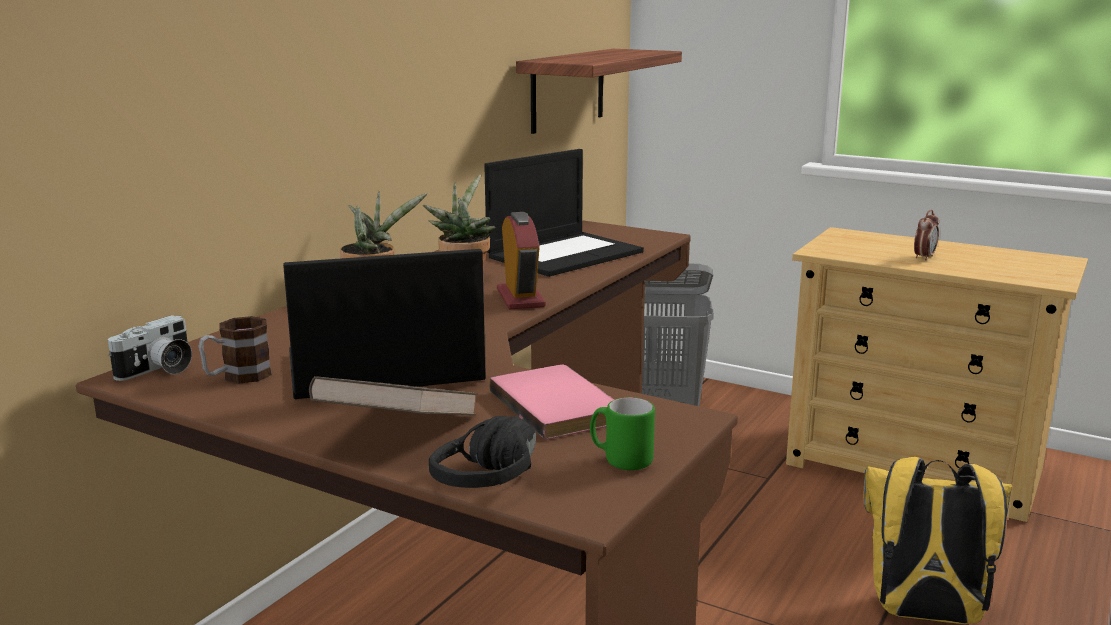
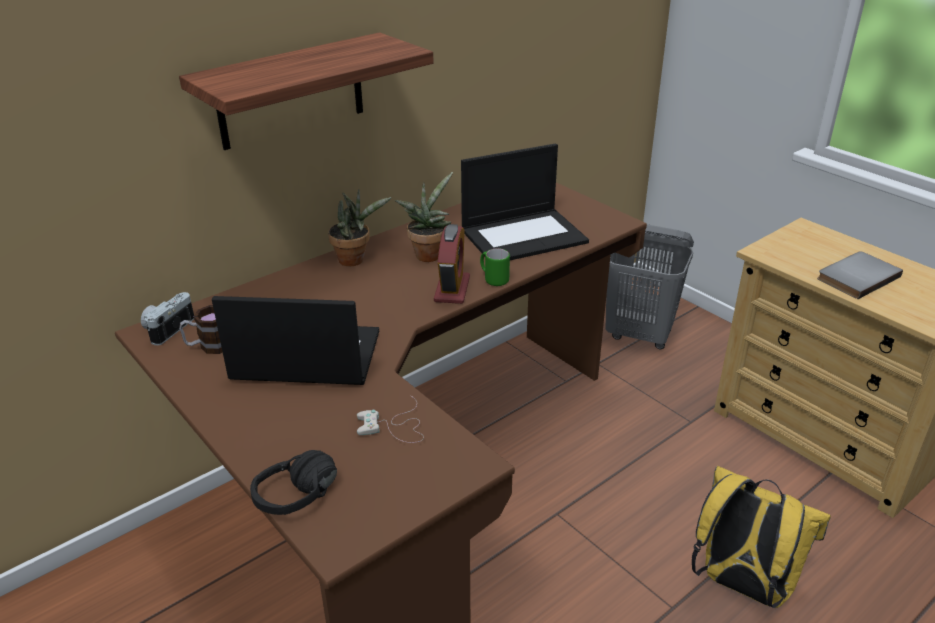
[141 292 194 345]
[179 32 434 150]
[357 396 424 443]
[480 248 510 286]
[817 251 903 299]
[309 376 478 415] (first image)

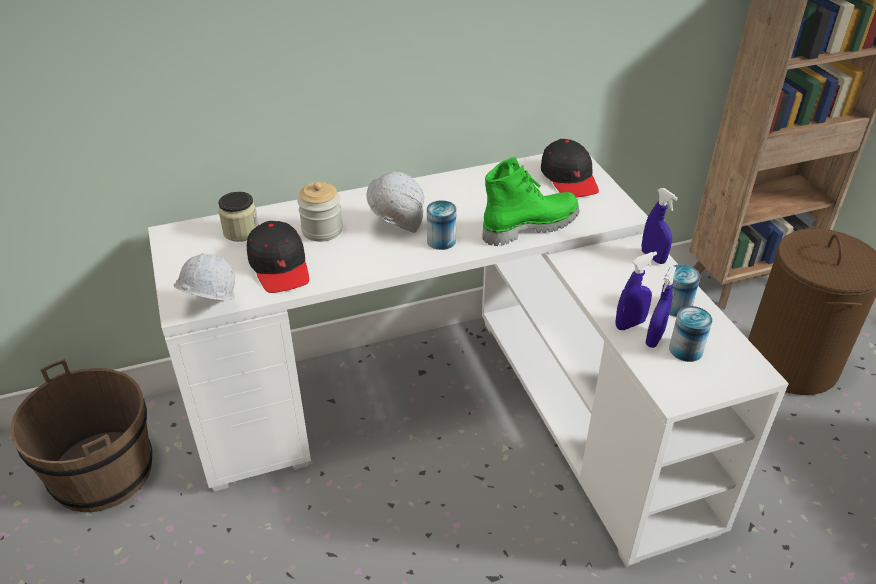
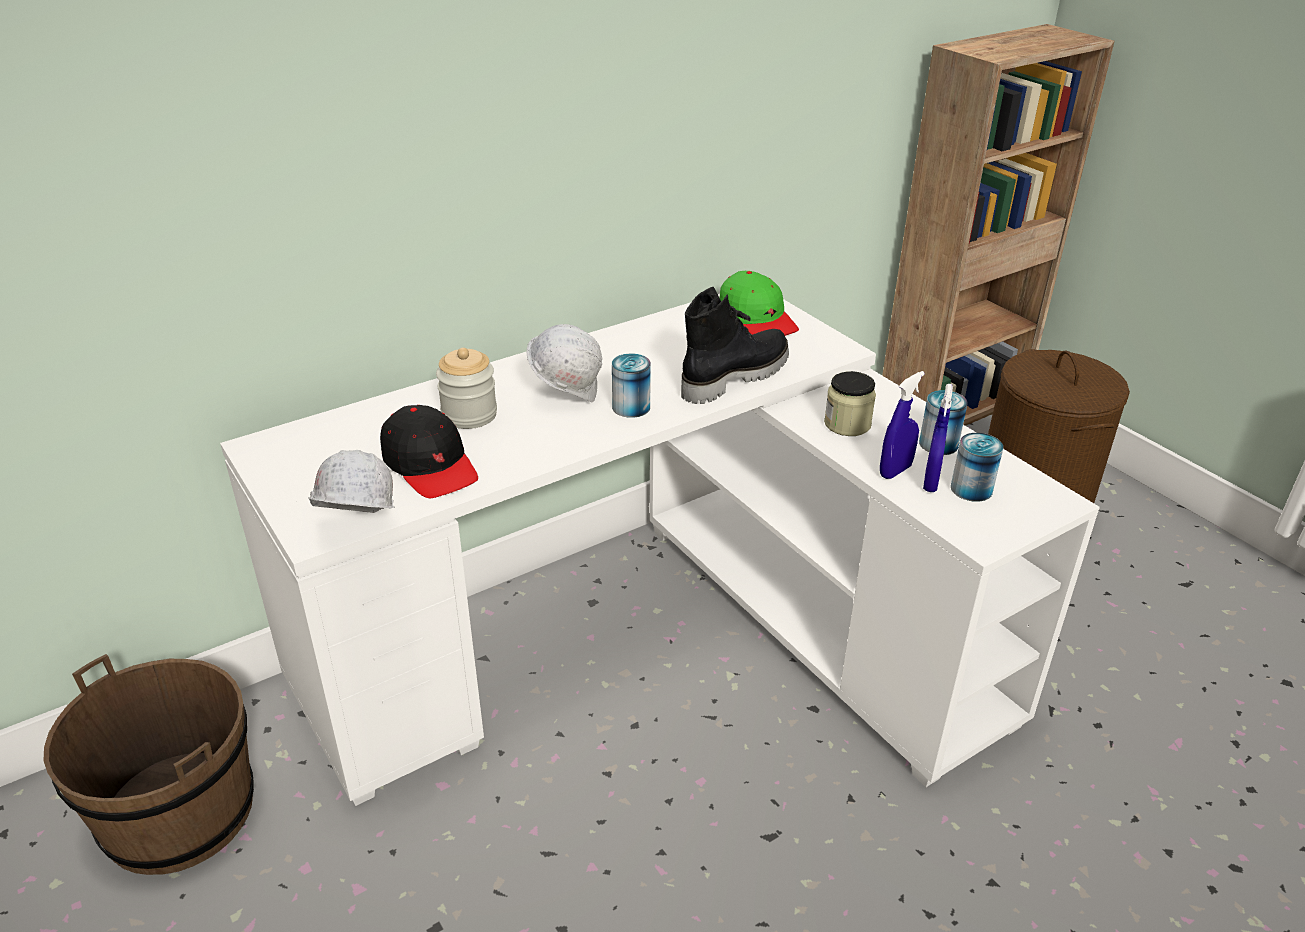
[681 287 789 404]
[720 271 799 336]
[824 371 876 436]
[642 188 678 264] (first image)

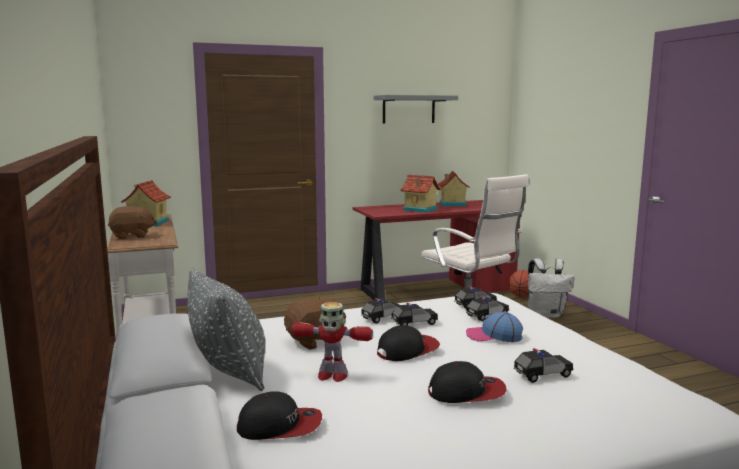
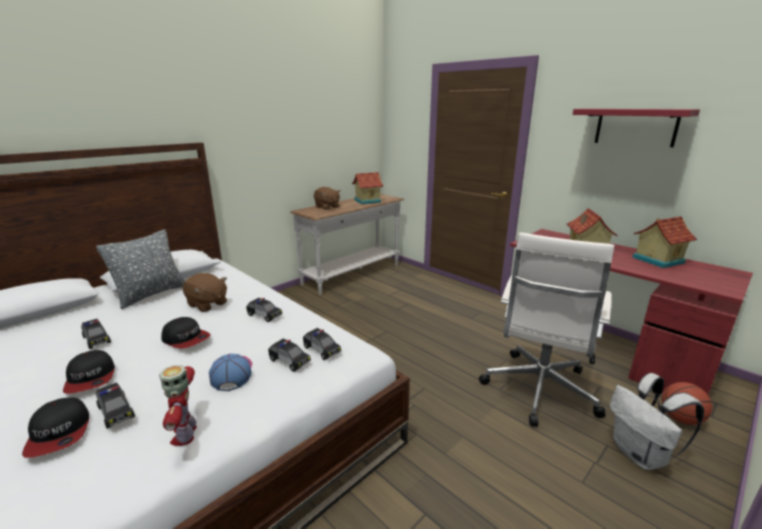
[22 397 89 458]
[81 319 111 349]
[159 365 197 446]
[573 109 700 147]

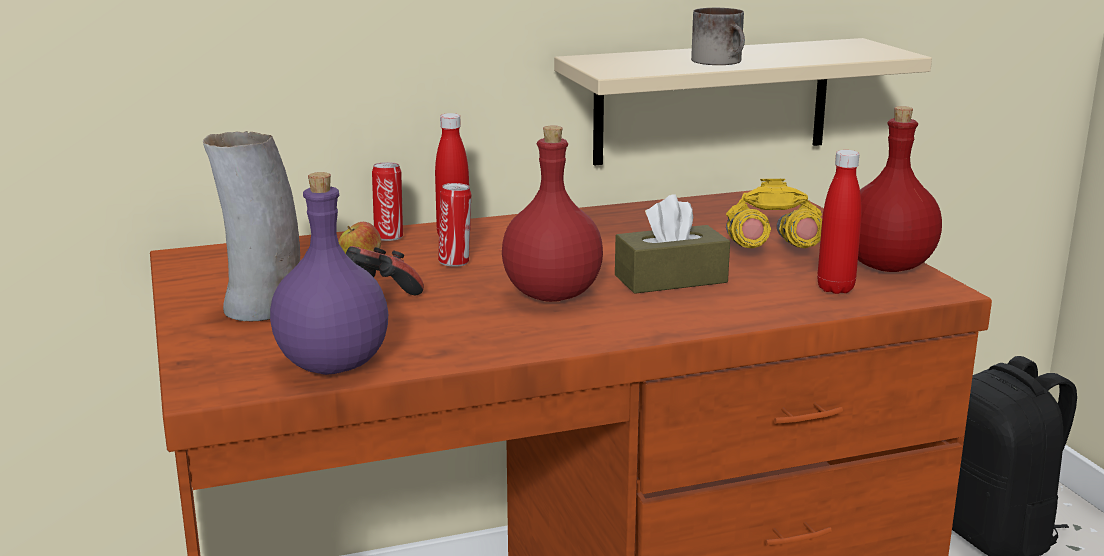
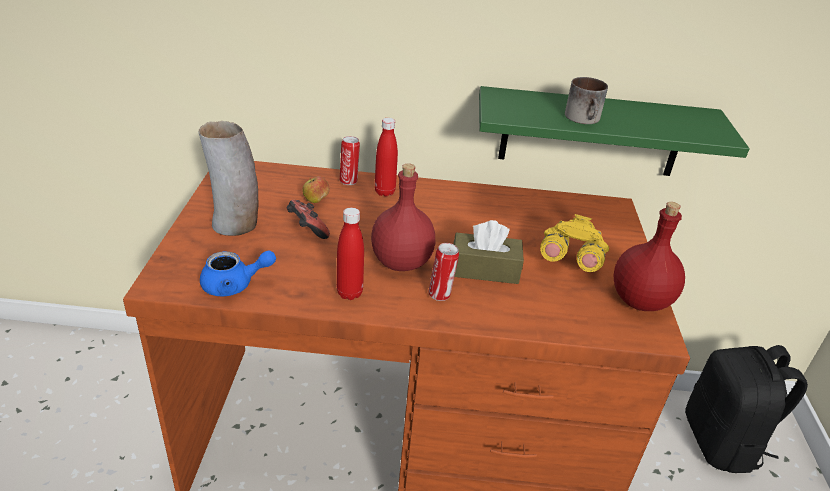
[200 250 276 296]
[337 208 364 300]
[428 243 459 301]
[479 86 750 176]

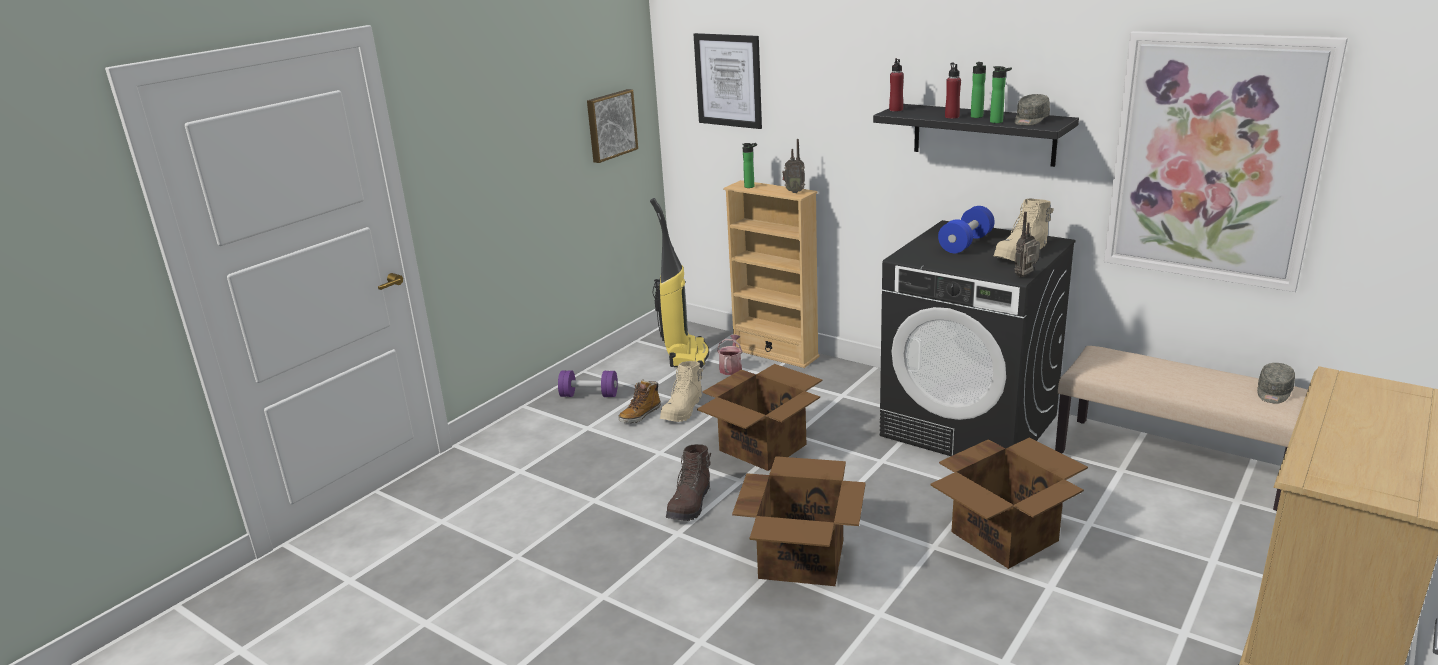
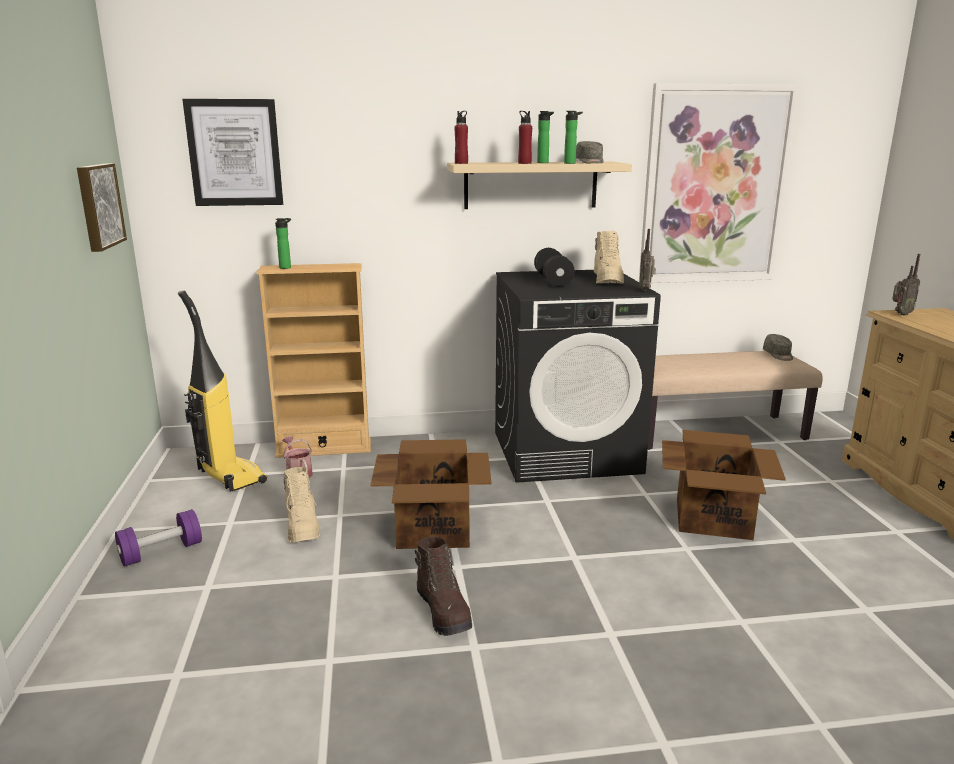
[447 162 632 209]
[534 248 575 287]
[892 254 920 316]
[618 380 661 423] (first image)
[732 456 866 586] (first image)

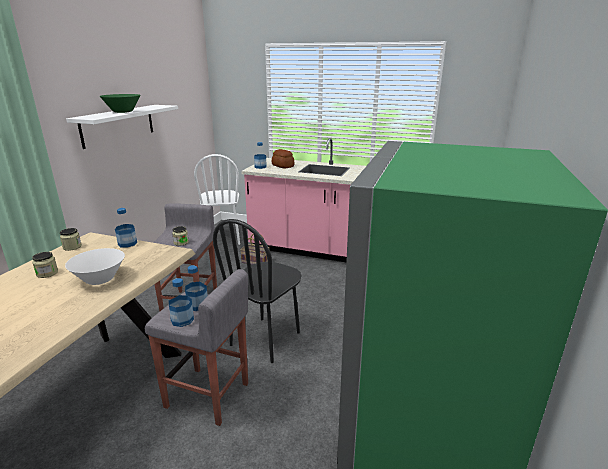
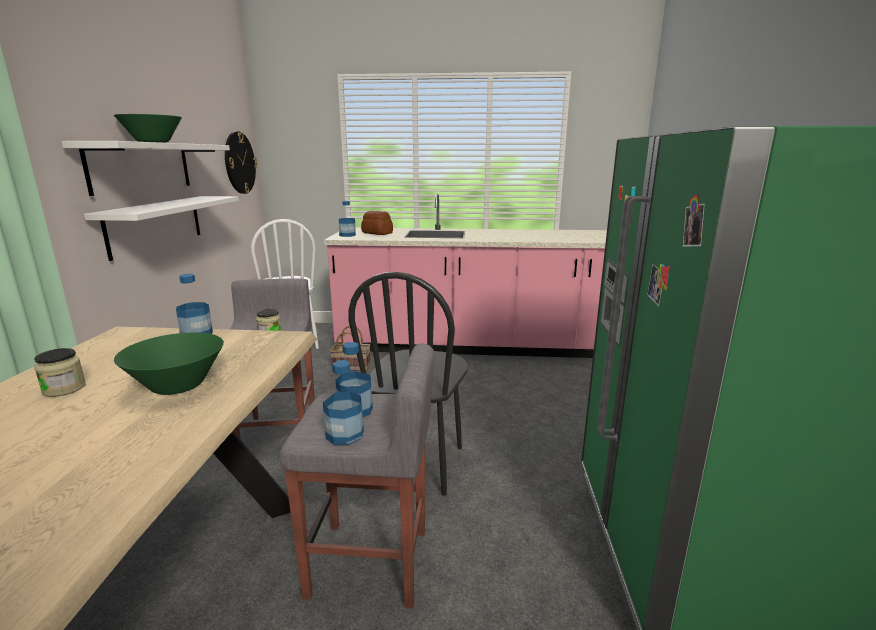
[84 196 239 261]
[114 332 224 395]
[225 131 257 194]
[60 228 82 251] (first image)

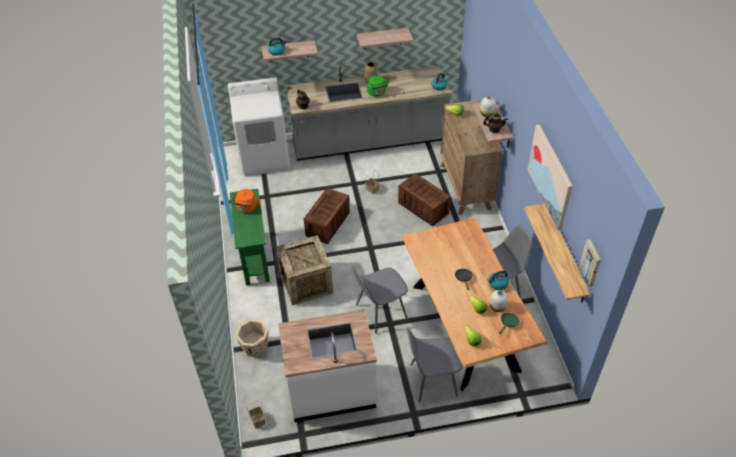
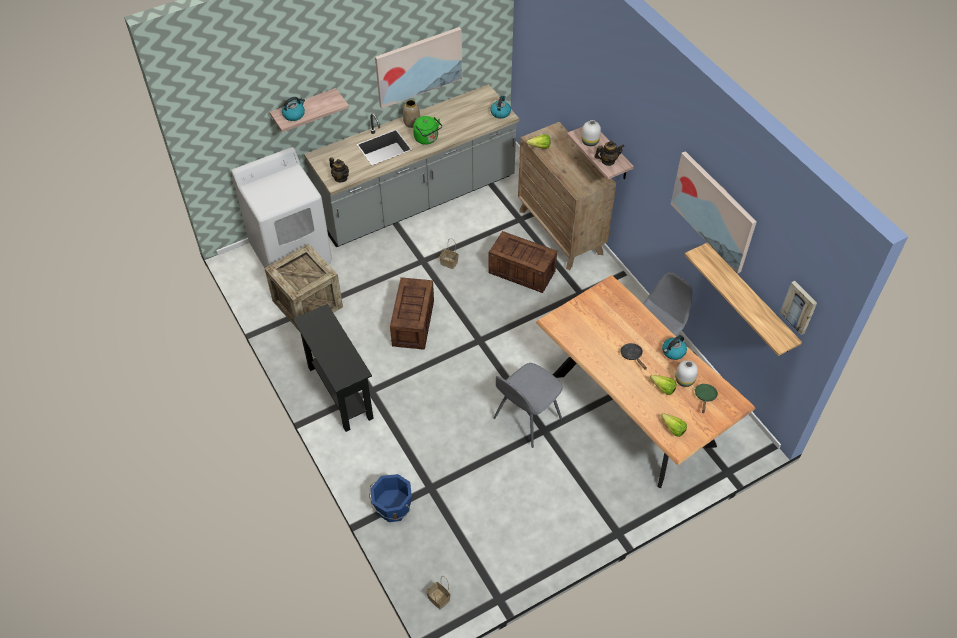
[264 244 343 332]
[293 304 374 432]
[369 474 412 522]
[375 27 462 109]
[232 189 260 213] (first image)
[278 309 377 422] (first image)
[406 327 463 403] (first image)

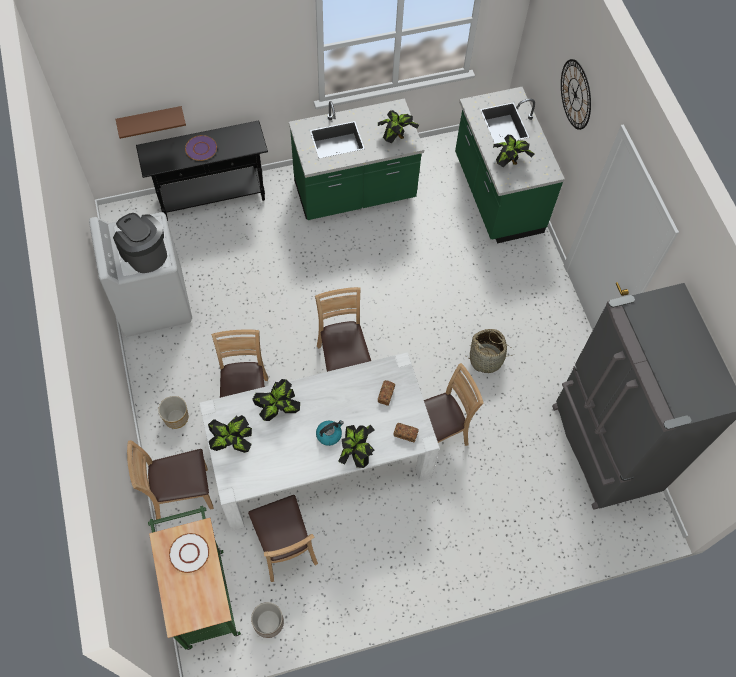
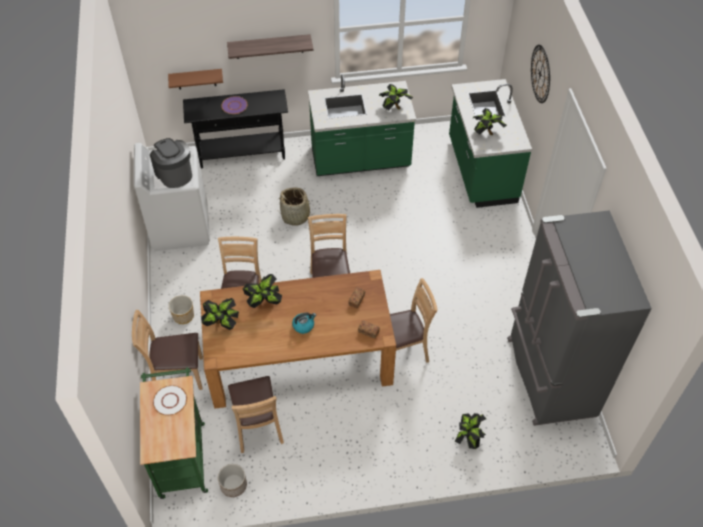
[200 270 396 409]
[227 34 313 59]
[278 187 316 226]
[455 413 486 449]

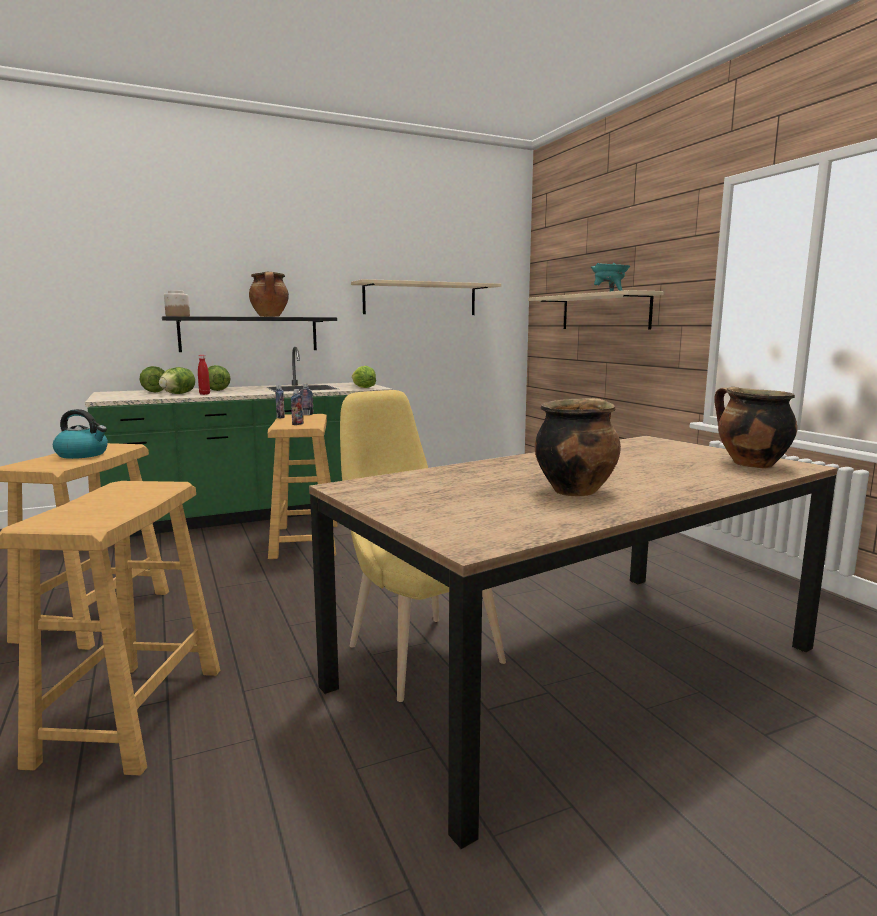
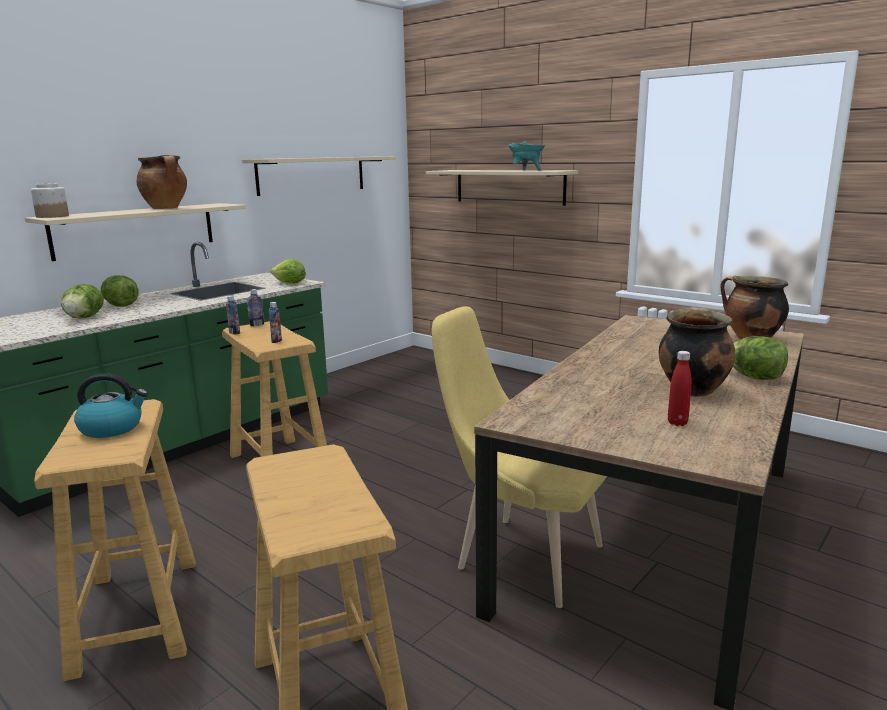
[25 203 246 261]
[668 351 692 426]
[733 336 788 380]

